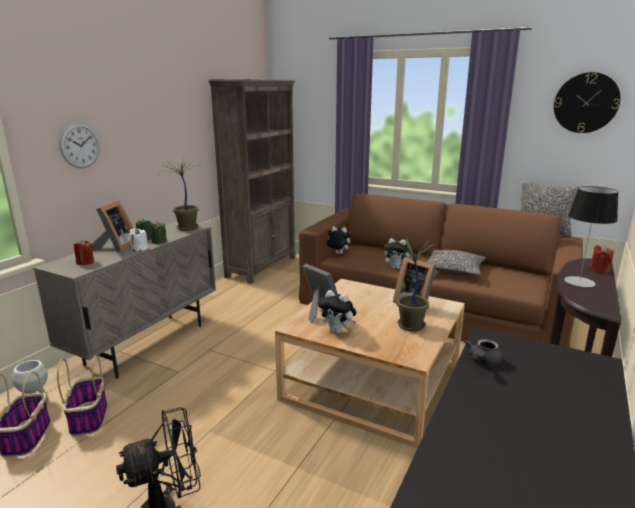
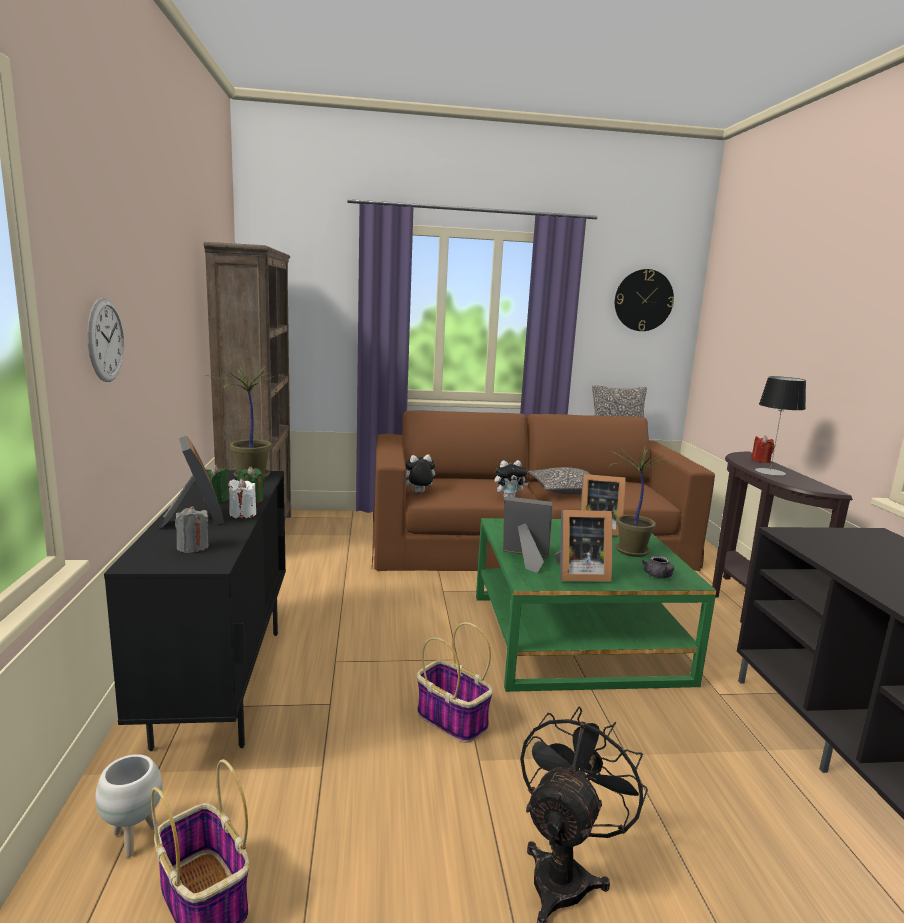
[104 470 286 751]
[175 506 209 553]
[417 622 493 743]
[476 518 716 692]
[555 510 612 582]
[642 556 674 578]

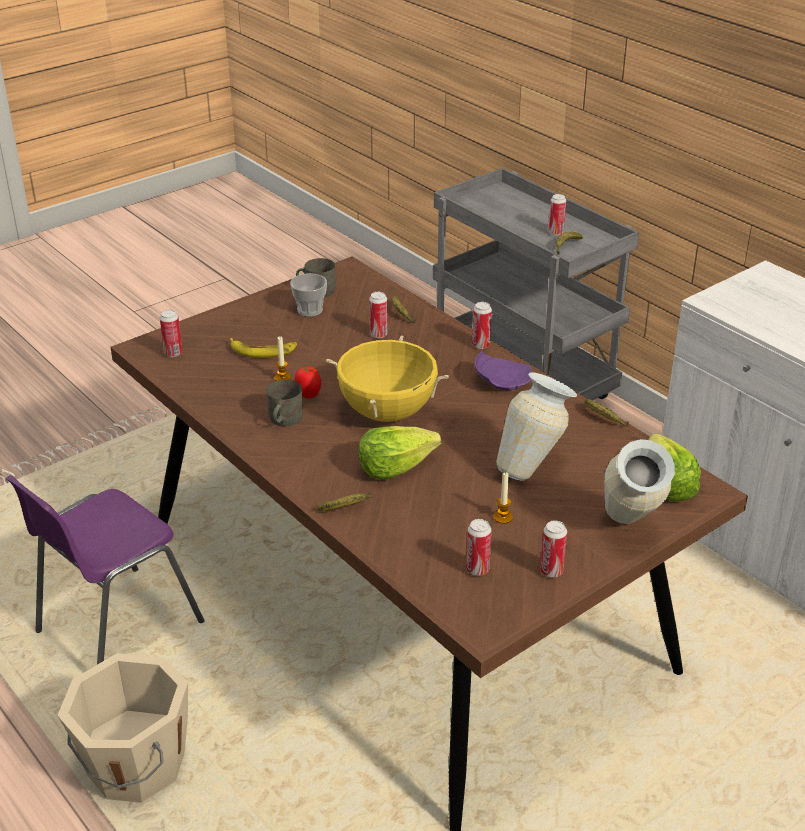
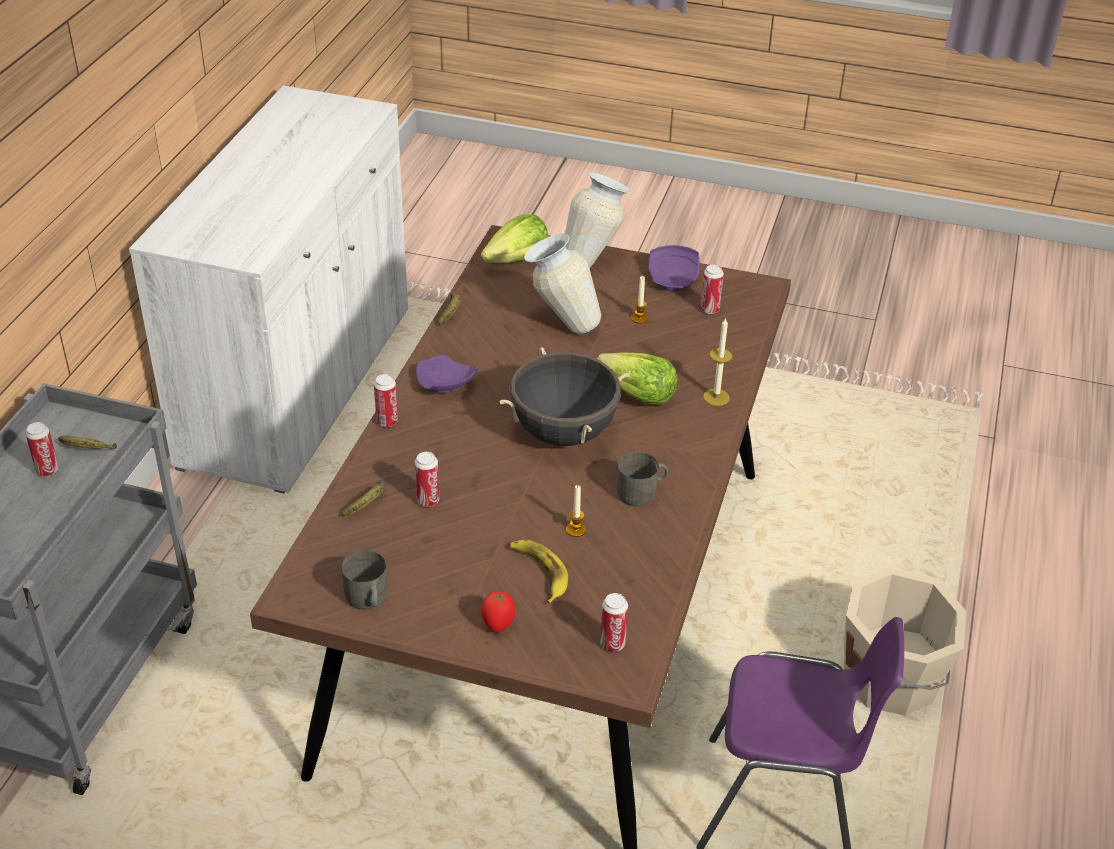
[481 591 515 633]
[499 347 630 446]
[649 245 700 291]
[703 317 733 406]
[290 273 327 317] (first image)

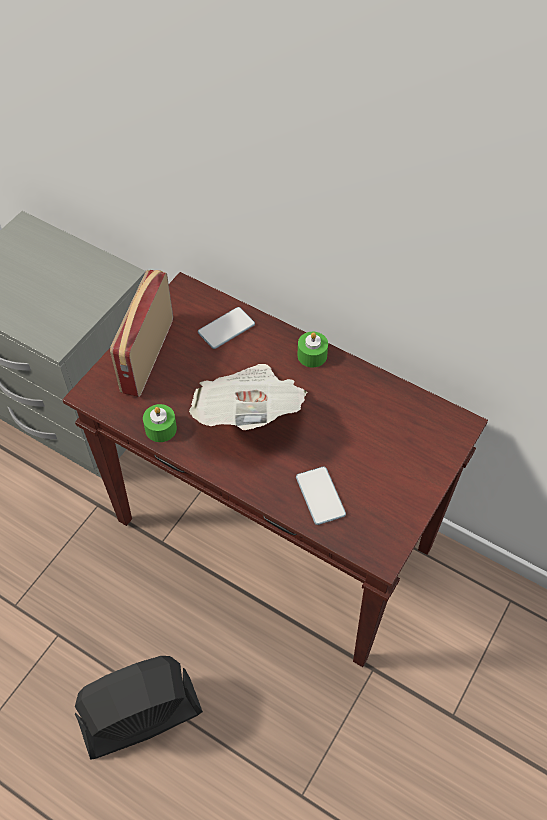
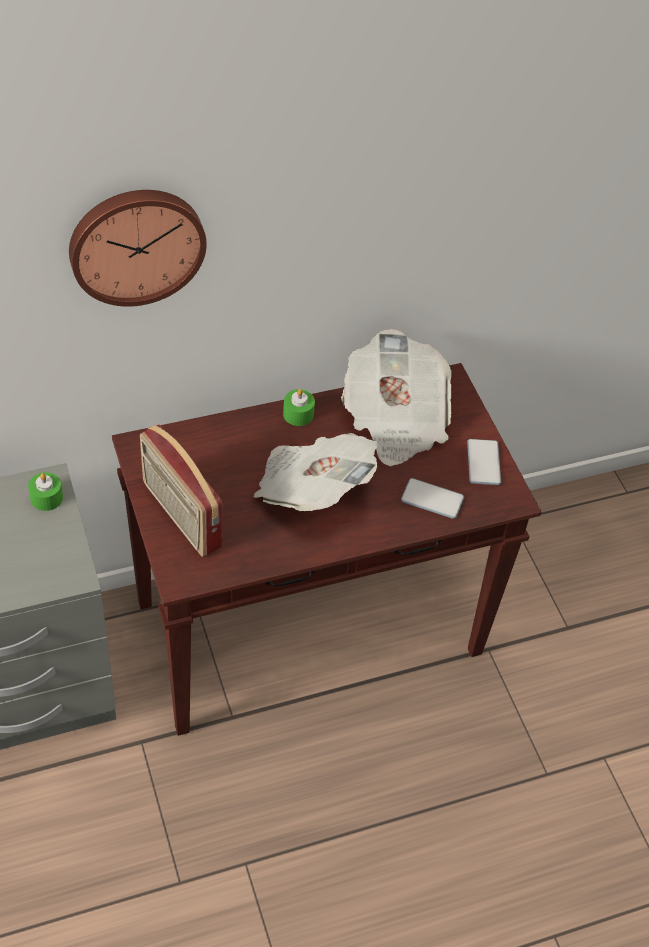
[28 472 63 511]
[69 190 207 307]
[341 329 452 466]
[467 439 501 485]
[75 656 203 760] (first image)

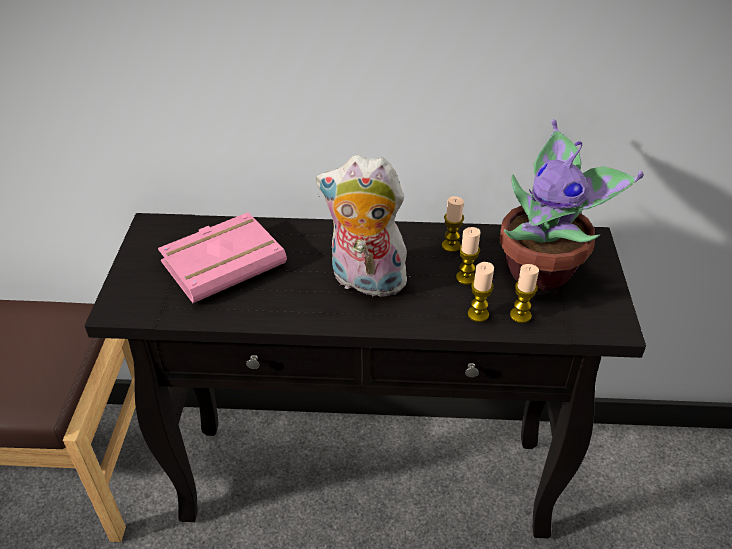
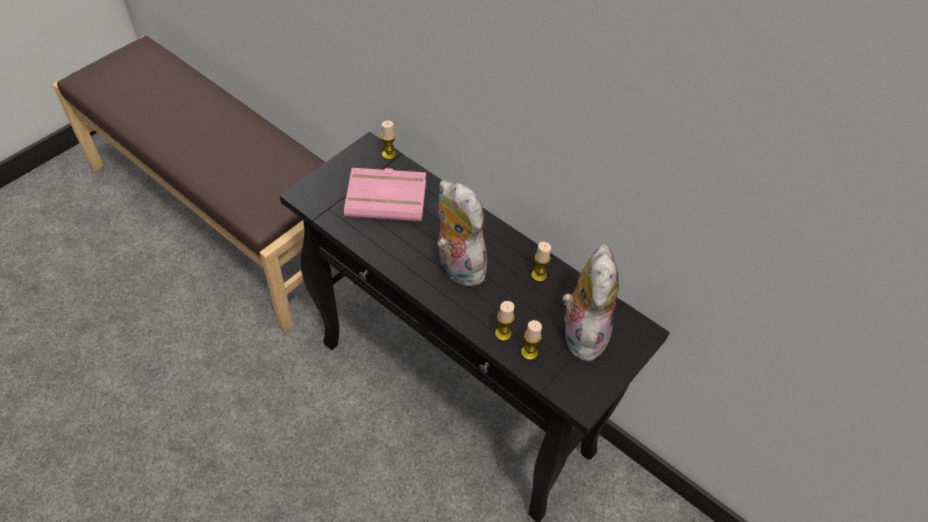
[381 121 396 160]
[561 244 619 363]

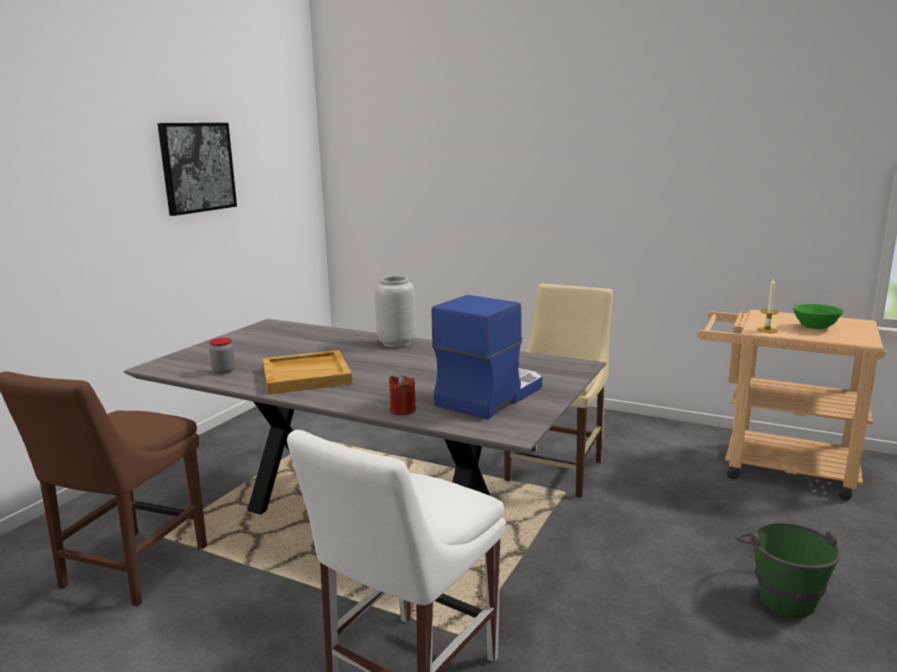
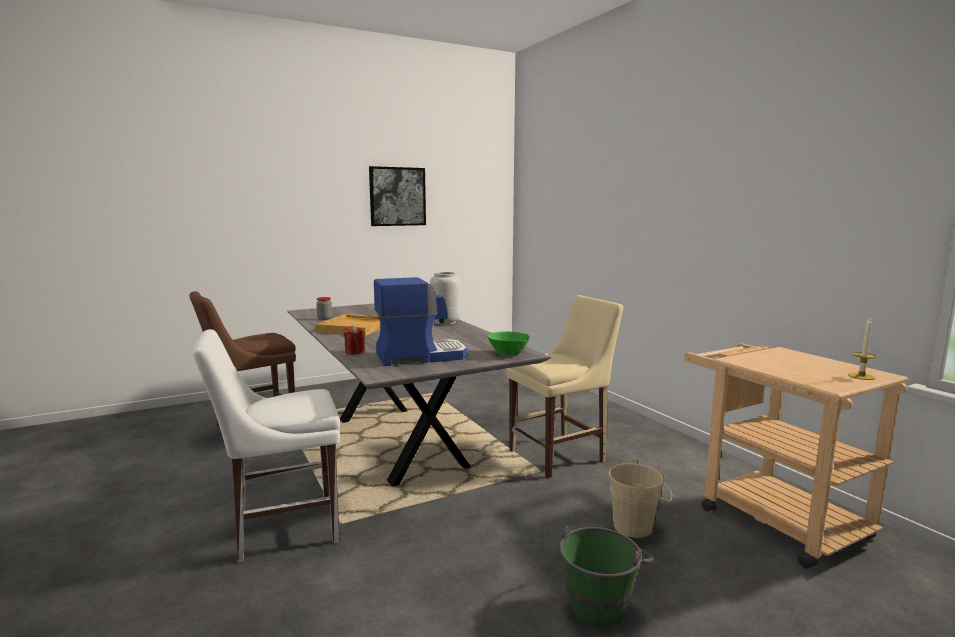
[487 331 530 355]
[609 458 672 538]
[848 318 876 380]

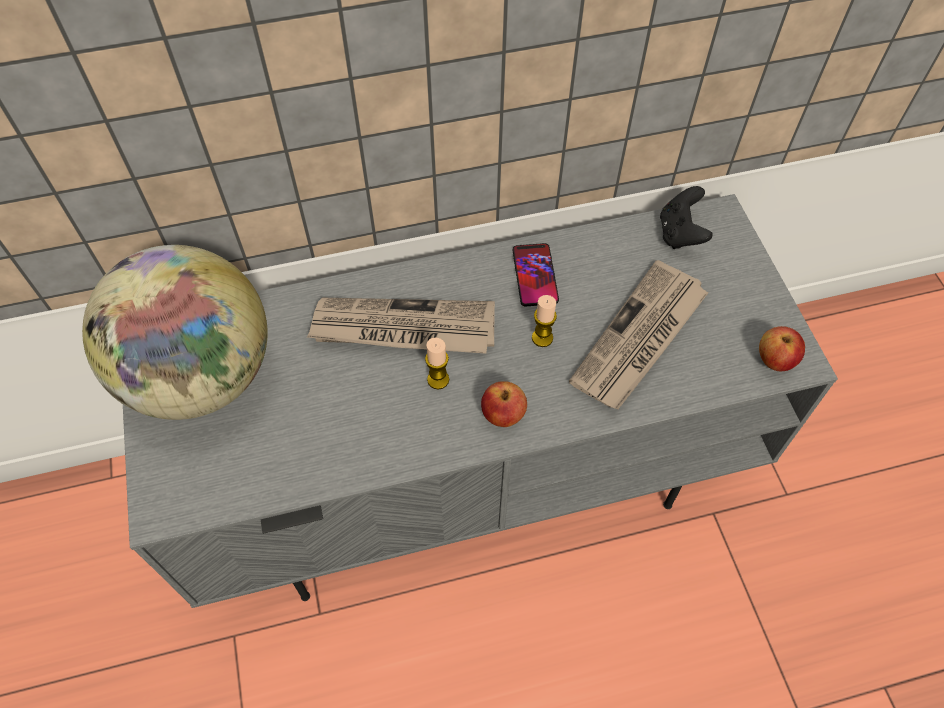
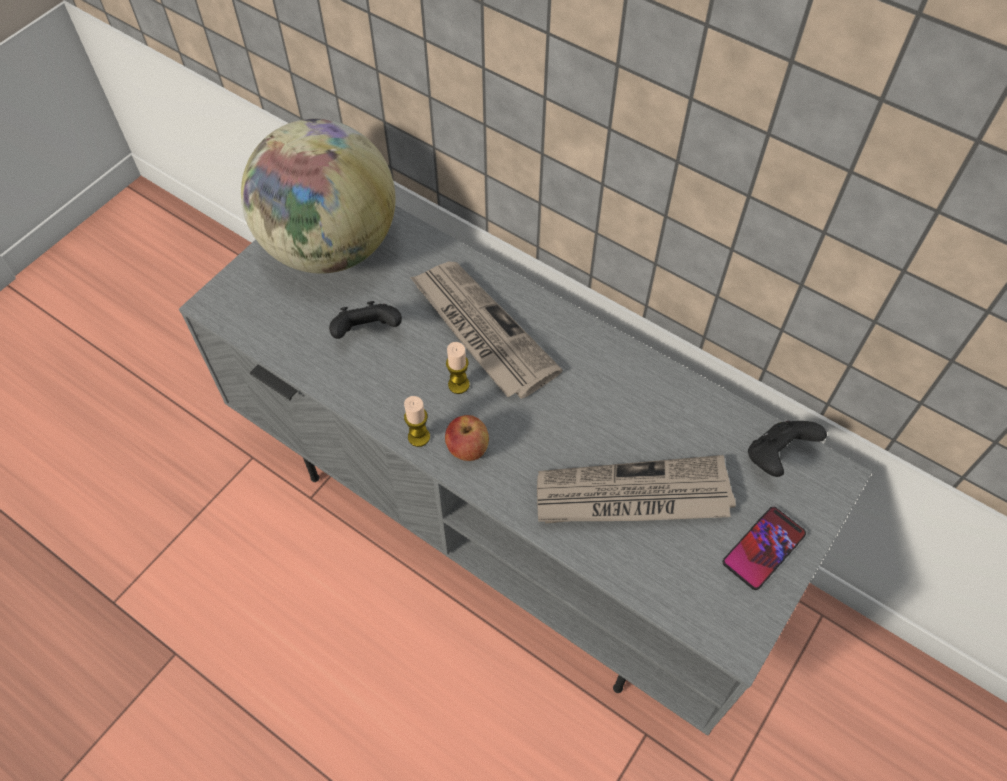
[329 301 402 339]
[404 396 430 447]
[723 507 806 590]
[759 326 805 371] (first image)

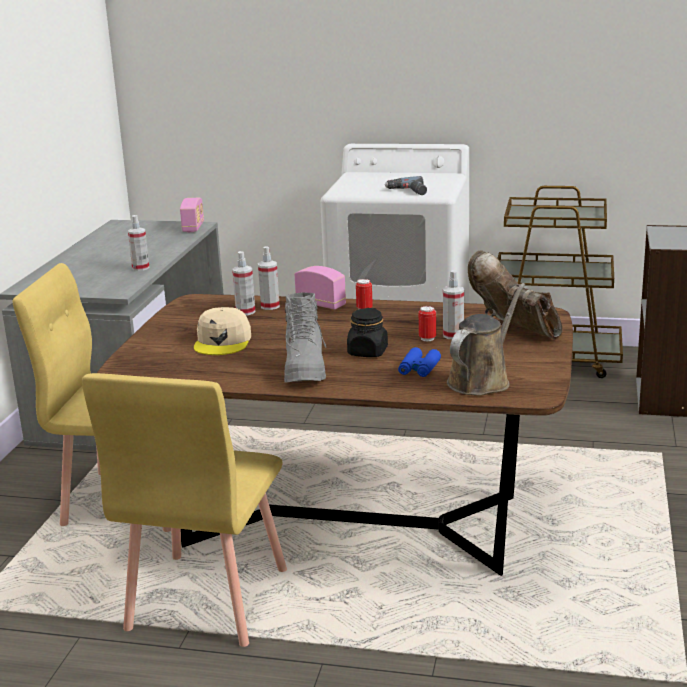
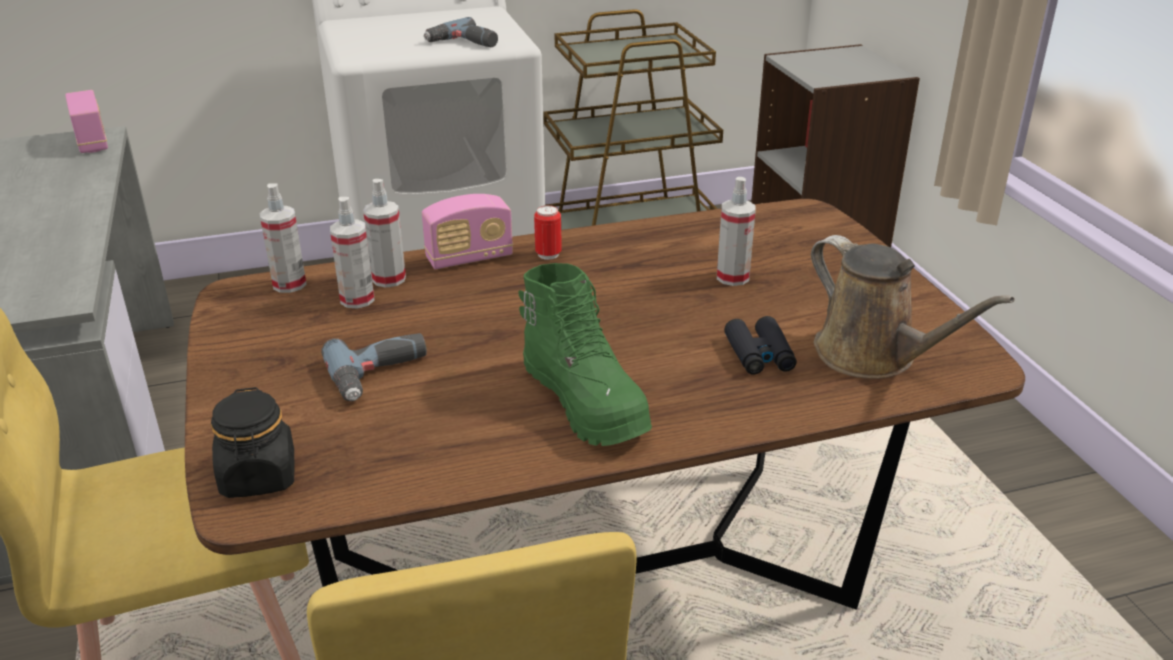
[211 387 295 498]
[260 183 307 293]
[321 333 427 401]
[422 194 513 269]
[518 263 652 446]
[724 316 797 375]
[811 235 1015 379]
[419 306 436 341] (first image)
[468 250 562 340] (first image)

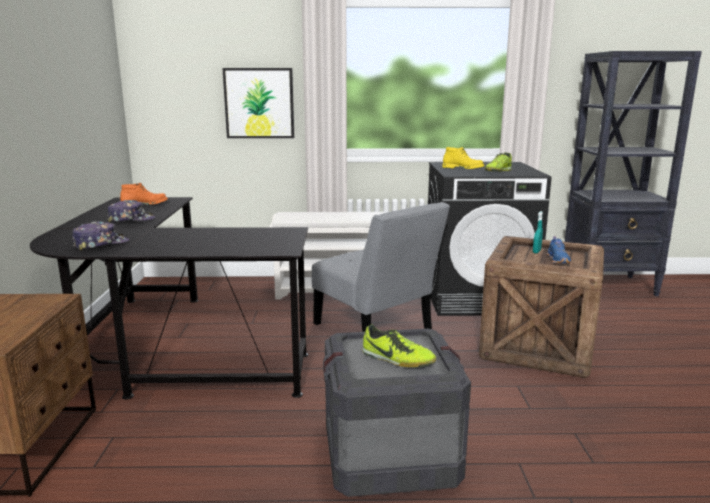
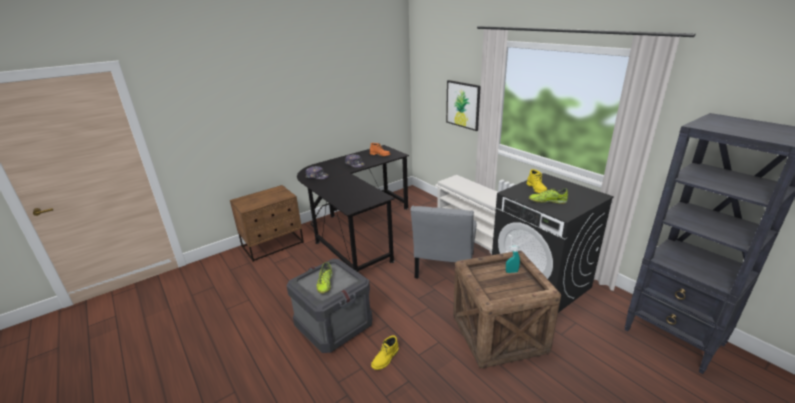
[371 335 399 370]
[547 236 571 264] (first image)

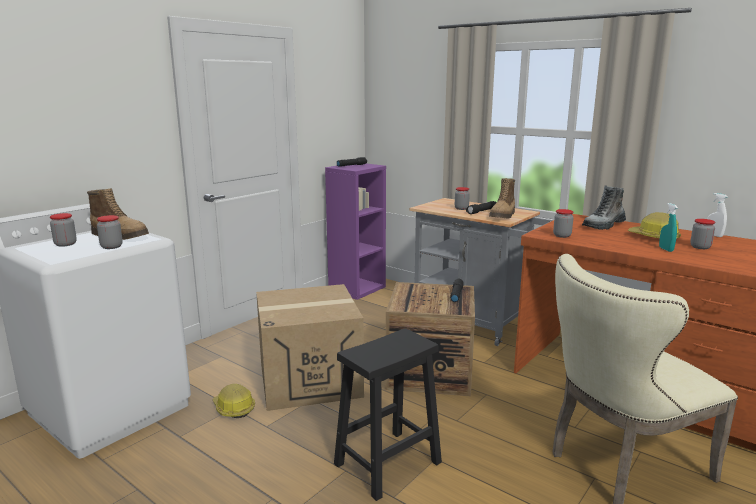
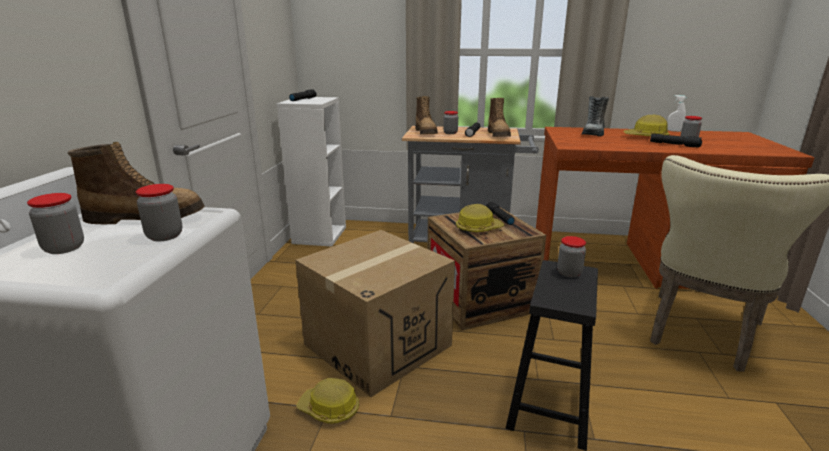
[277 97 346 247]
[415 96 438 134]
[456 204 504 233]
[557 236 586 277]
[650 134 702 148]

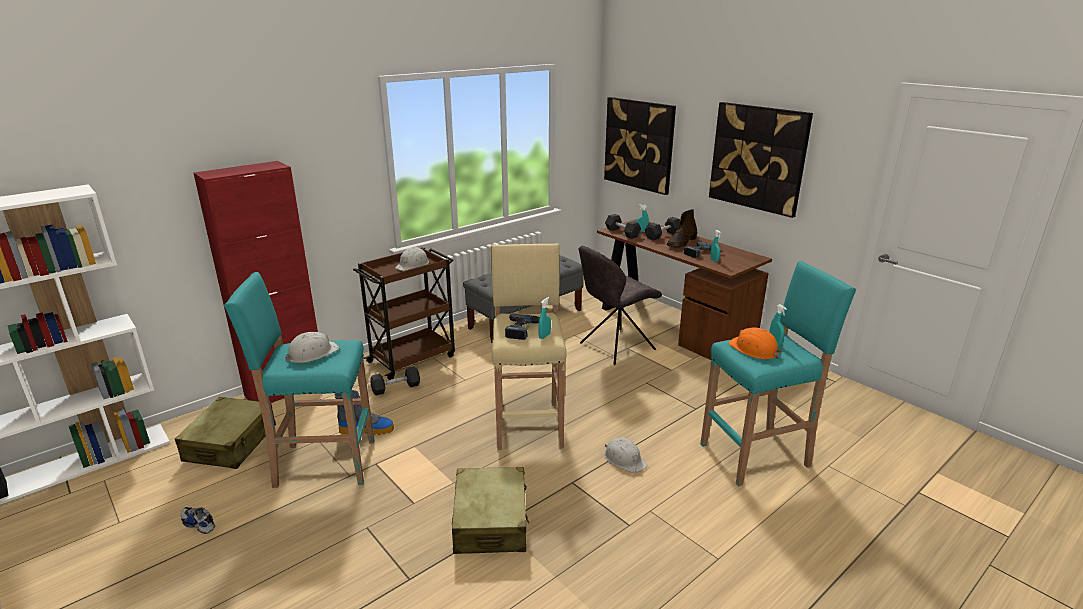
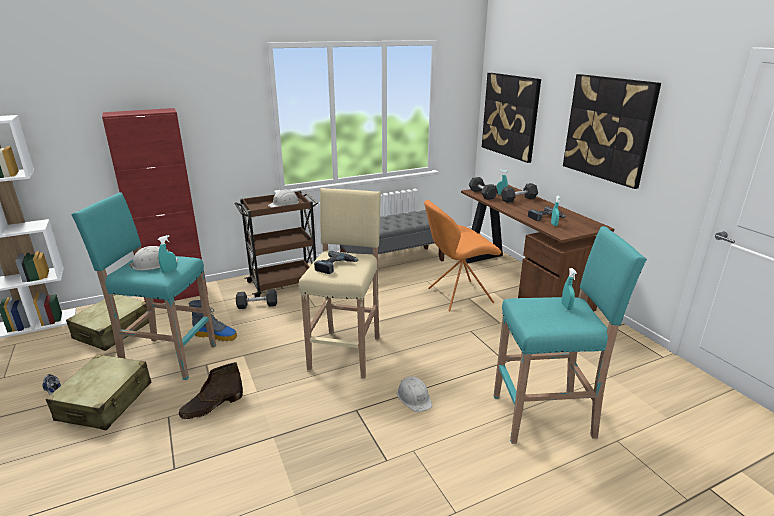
[46 354 151 430]
[158 235 177 272]
[179 362 243 419]
[424 200 502 312]
[728 327 782 359] (first image)

